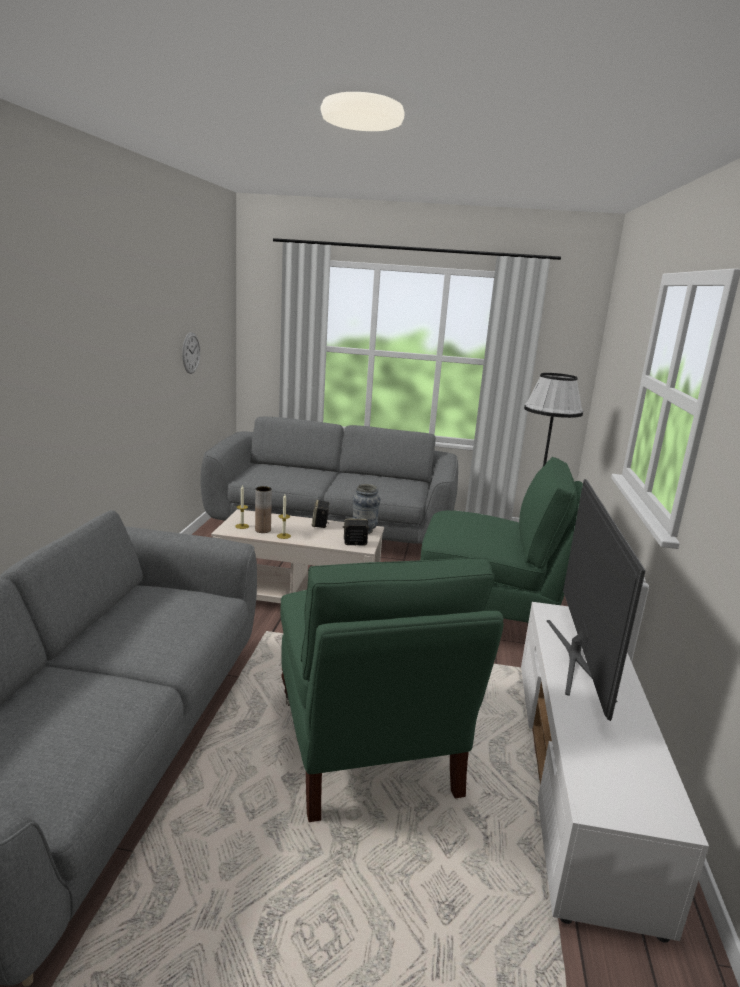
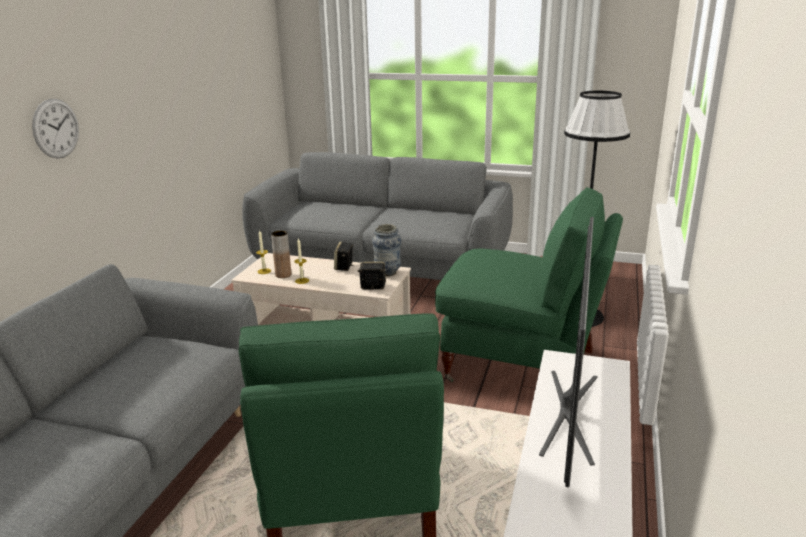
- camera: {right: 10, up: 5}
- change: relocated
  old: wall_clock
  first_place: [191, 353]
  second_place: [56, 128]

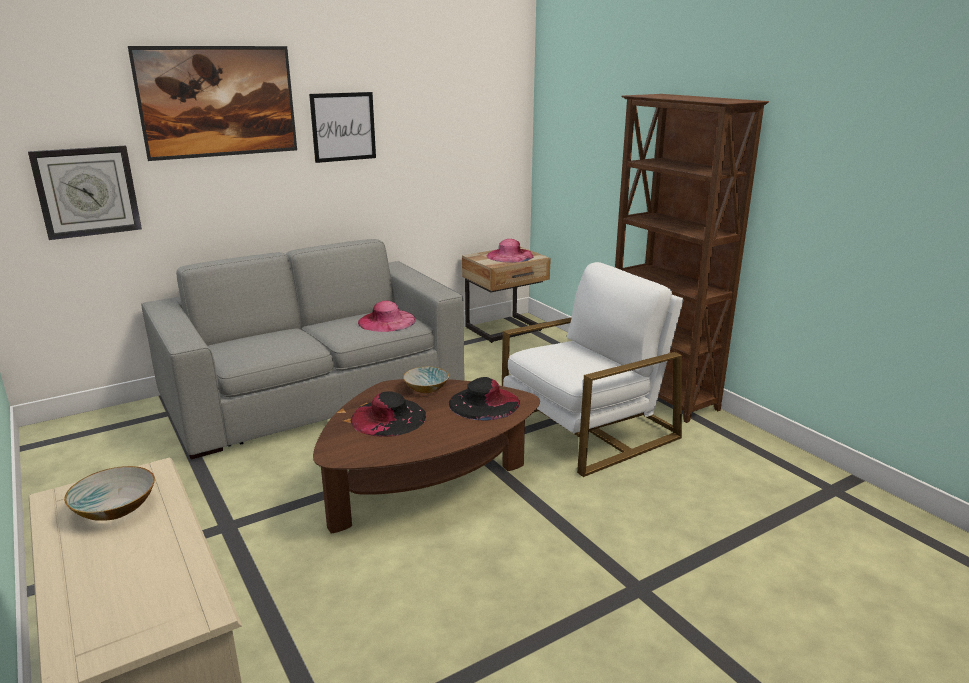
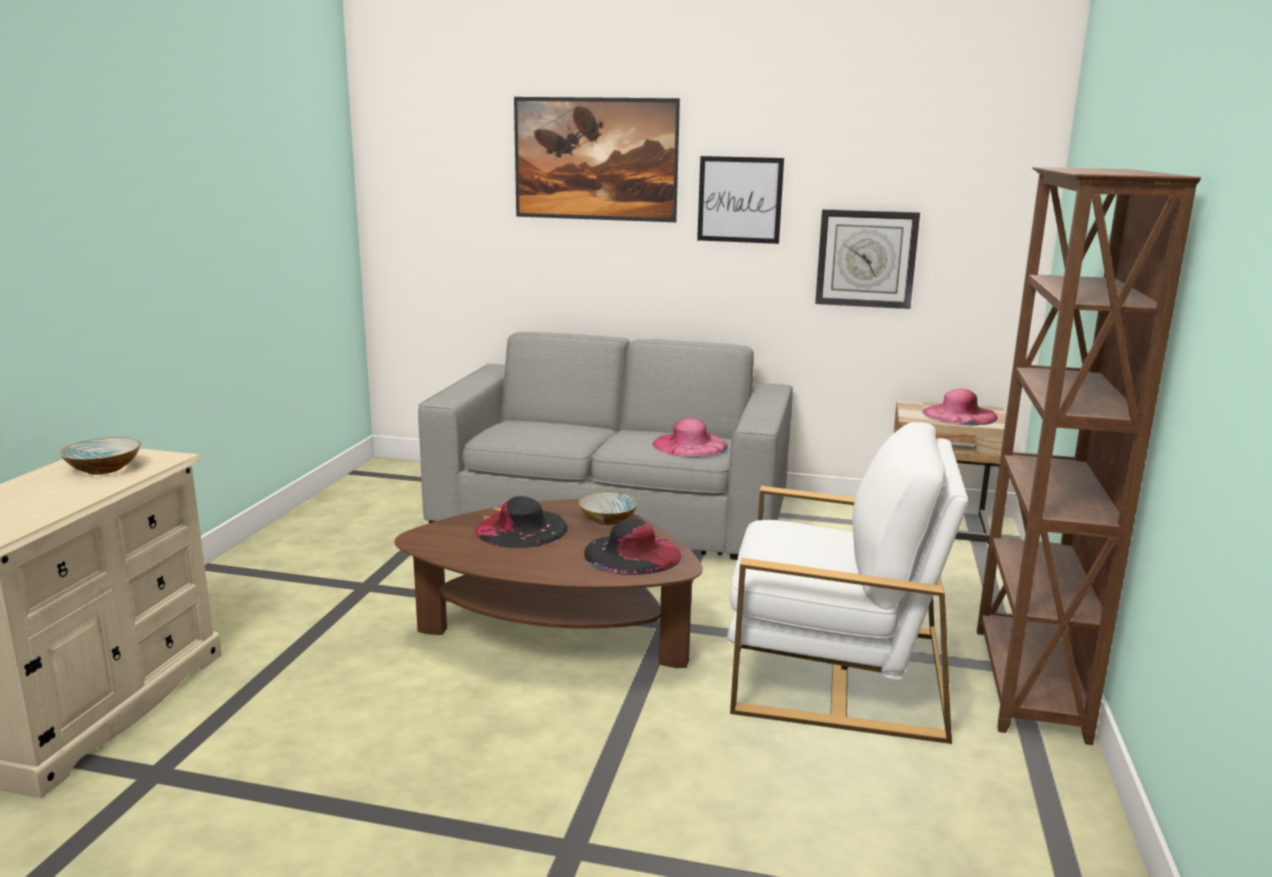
- camera: {right: 45, up: -5}
- change: relocated
  old: wall_clock
  first_place: [87, 191]
  second_place: [866, 258]

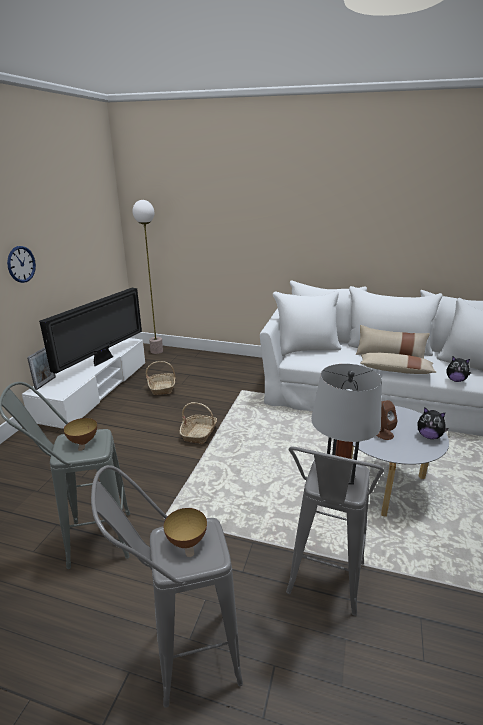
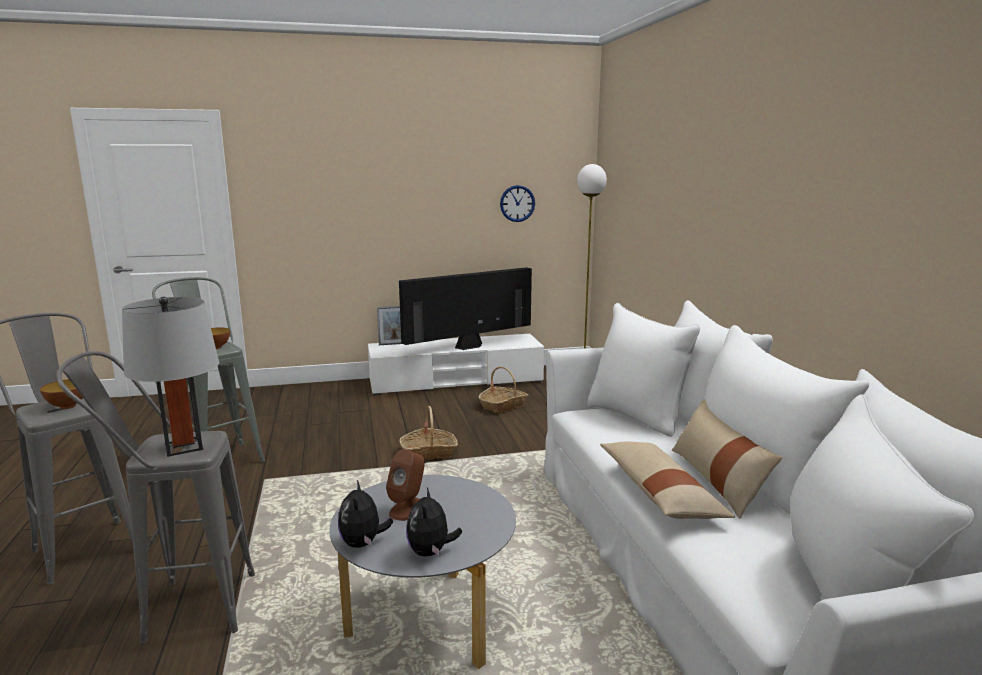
- camera: {right: 60, up: -10}
- change: relocated
  old: wall_clock
  first_place: [21, 264]
  second_place: [517, 203]
- change: spun
  old: television
  first_place: [103, 360]
  second_place: [468, 347]
  degrees: 150
- change: relocated
  old: plush_toy
  first_place: [455, 380]
  second_place: [363, 543]

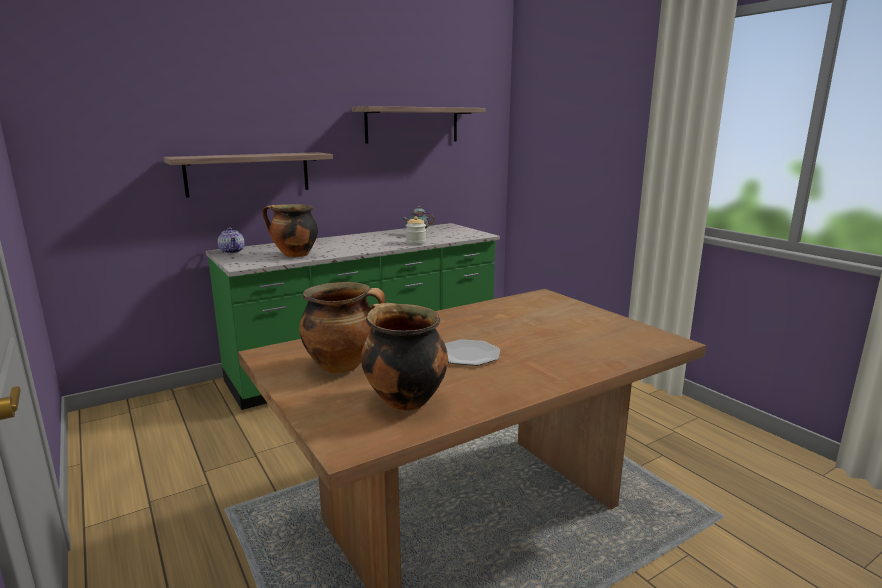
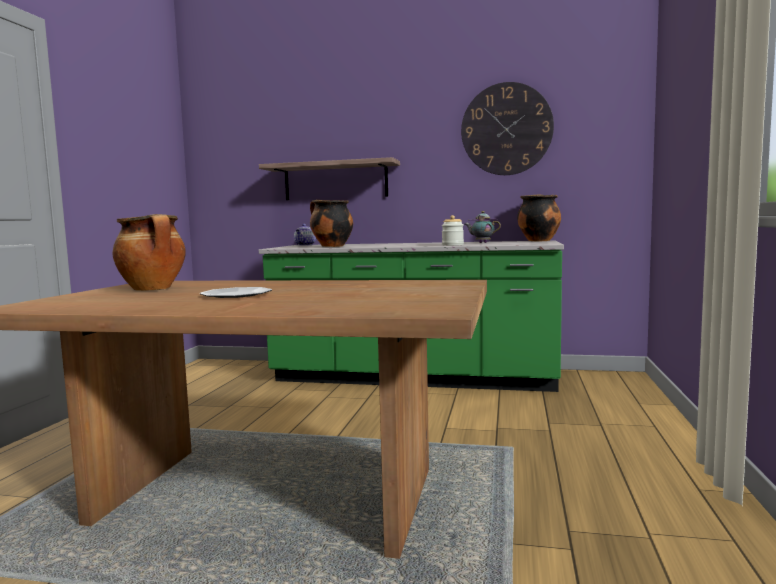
- camera: {right: 45, up: -10}
- change: exchanged
  old: shelf
  new: wall_clock
  first_place: [412, 125]
  second_place: [506, 129]
- change: relocated
  old: cooking_pot
  first_place: [403, 400]
  second_place: [538, 241]

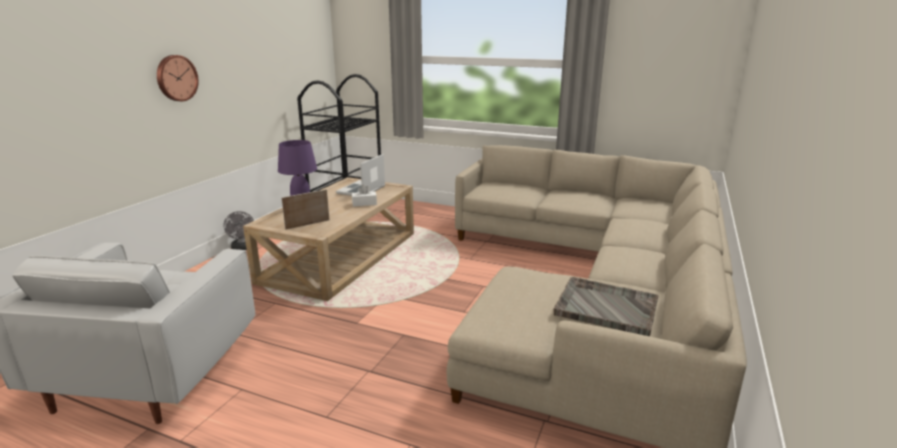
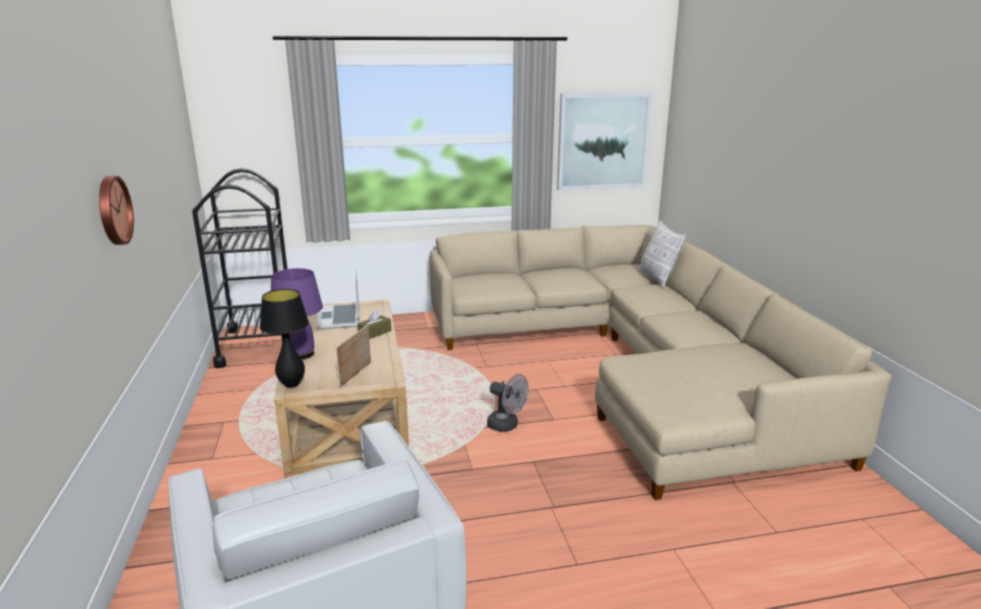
- camera: {right: -35, up: 0}
- change: relocated
  old: grey_fan
  first_place: [243, 248]
  second_place: [507, 425]
- change: colour
  old: white_tissue_box
  new: brown_tissue_box
  first_place: [364, 203]
  second_place: [375, 333]
- change: missing
  old: grey_tray
  first_place: [605, 307]
- change: appeared
  new: black_table_lamp
  second_place: [292, 384]
- change: appeared
  new: picture
  second_place: [603, 141]
- change: appeared
  new: pillow
  second_place: [658, 278]

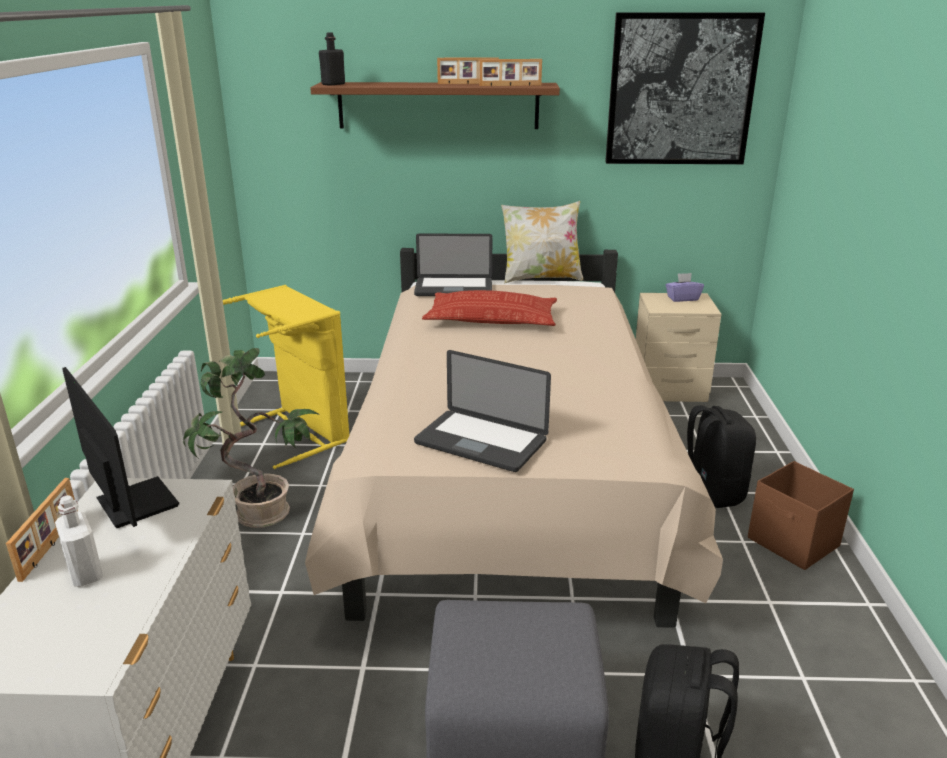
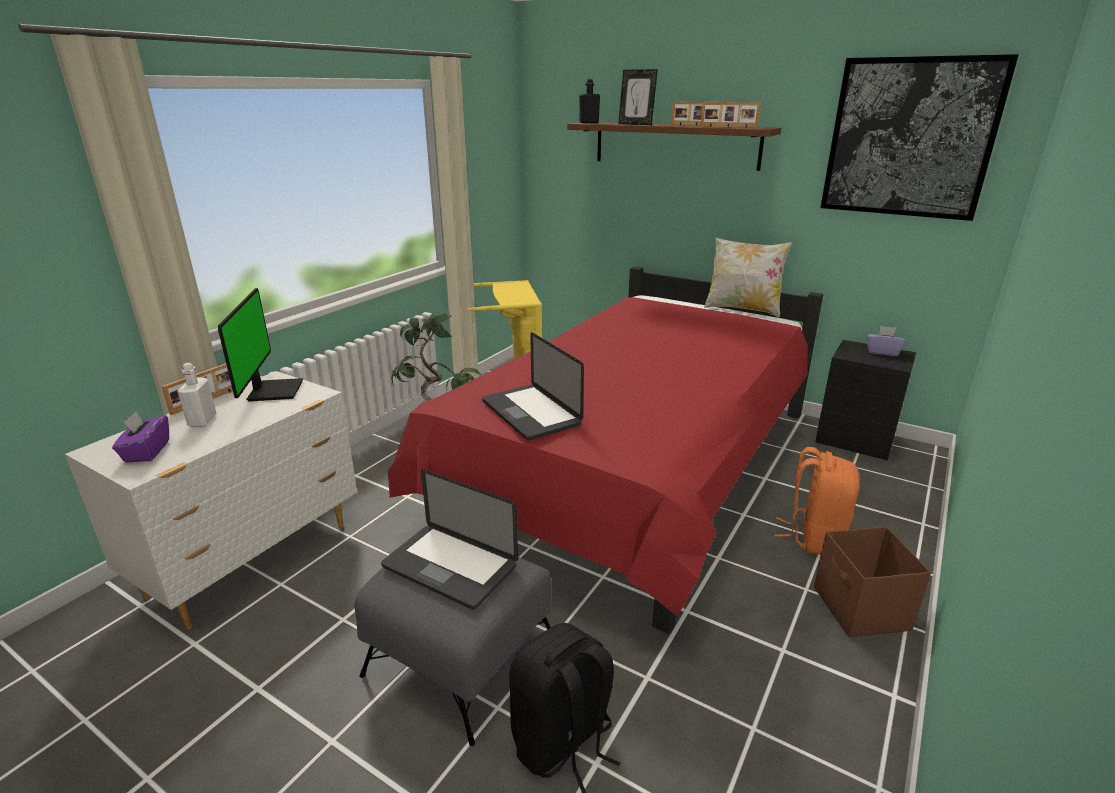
- camera: {right: 30, up: 0}
- change: colour
  old: beige_bed
  new: red_bed
  first_place: [507, 480]
  second_place: [635, 471]
- change: relocated
  old: laptop
  first_place: [453, 289]
  second_place: [449, 567]
- change: missing
  old: pillow
  first_place: [492, 319]
- change: colour
  old: beige_nightstand
  new: black_nightstand
  first_place: [670, 390]
  second_place: [856, 440]
- change: colour
  old: black_backpack
  new: orange_backpack
  first_place: [711, 492]
  second_place: [814, 537]
- change: appeared
  new: purple_tissue_box
  second_place: [146, 452]
- change: appeared
  new: picture_frame
  second_place: [636, 124]

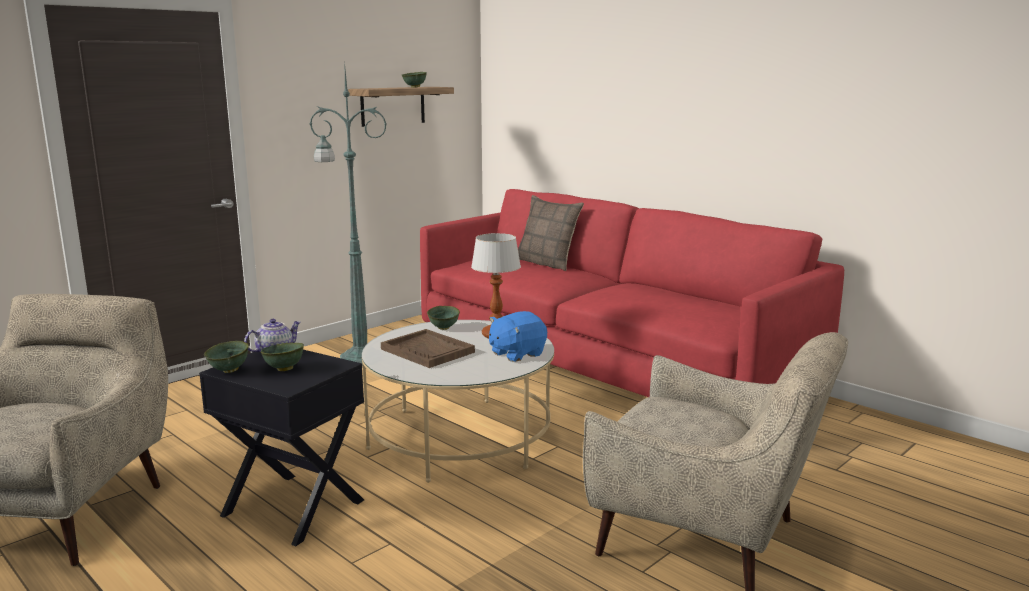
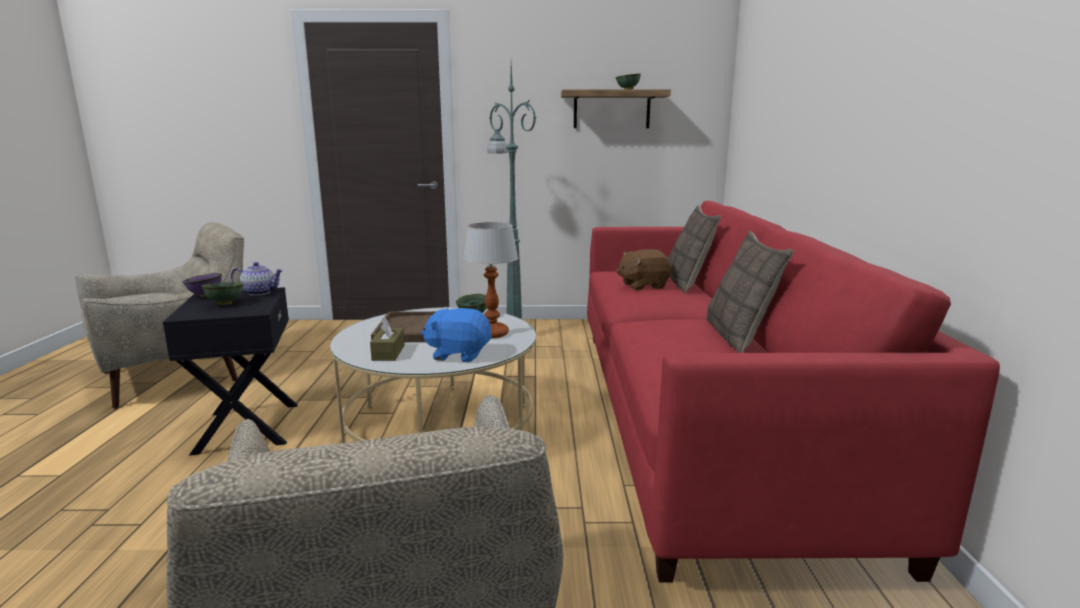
- camera: {right: 45, up: 0}
- change: colour
  old: green_bowl
  new: purple_bowl
  first_place: [229, 371]
  second_place: [205, 296]
- change: appeared
  new: brown_tissue_box
  second_place: [388, 352]
- change: appeared
  new: brown_plush_toy
  second_place: [643, 286]
- change: appeared
  new: pillow
  second_place: [739, 337]

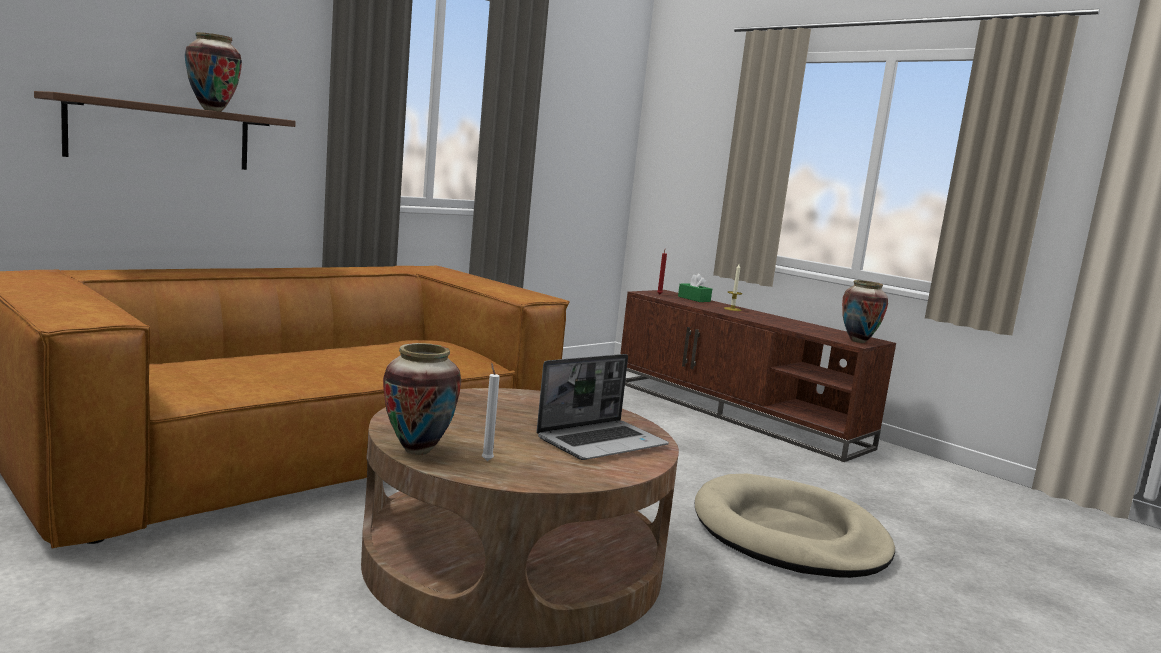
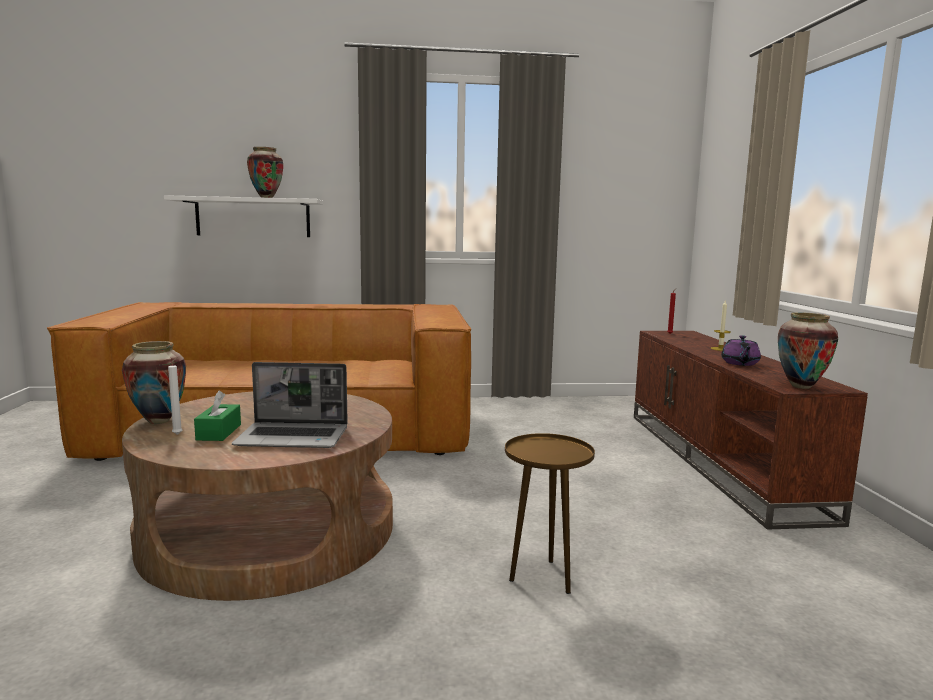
- camera: {right: 40, up: 0}
- change: colour
  old: brown_shelf
  new: white_shelf
  first_place: [160, 134]
  second_place: [253, 217]
- change: relocated
  old: green_tissue_box
  first_place: [694, 299]
  second_place: [219, 432]
- change: exchanged
  old: beige_dog_bed
  new: brown_side_table
  first_place: [788, 534]
  second_place: [543, 577]
- change: appeared
  new: purple_teapot
  second_place: [740, 363]

